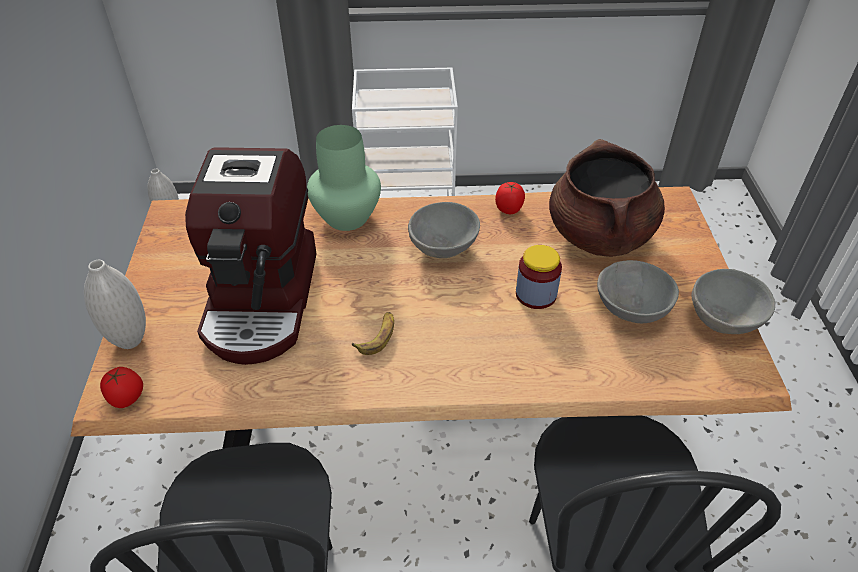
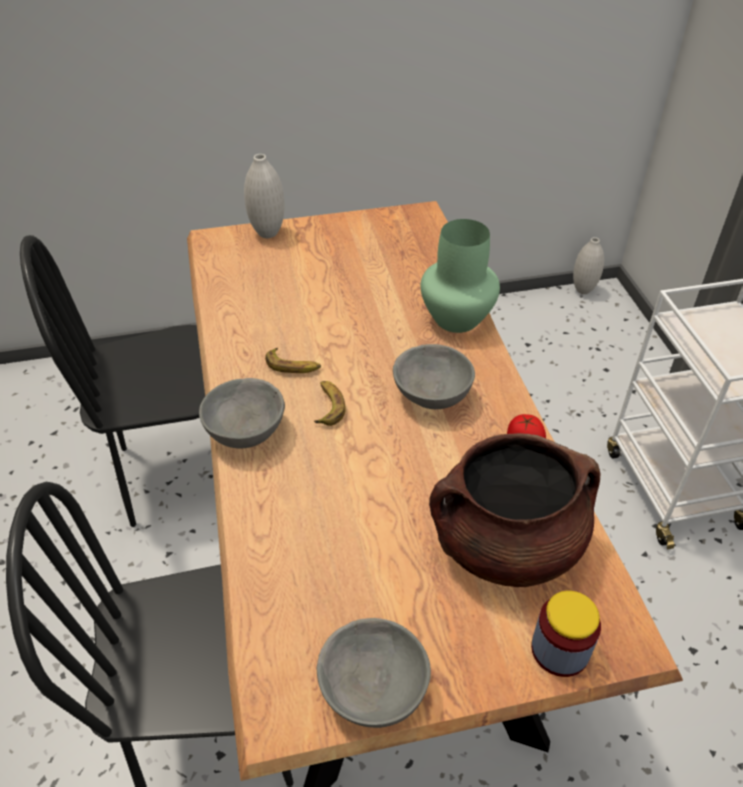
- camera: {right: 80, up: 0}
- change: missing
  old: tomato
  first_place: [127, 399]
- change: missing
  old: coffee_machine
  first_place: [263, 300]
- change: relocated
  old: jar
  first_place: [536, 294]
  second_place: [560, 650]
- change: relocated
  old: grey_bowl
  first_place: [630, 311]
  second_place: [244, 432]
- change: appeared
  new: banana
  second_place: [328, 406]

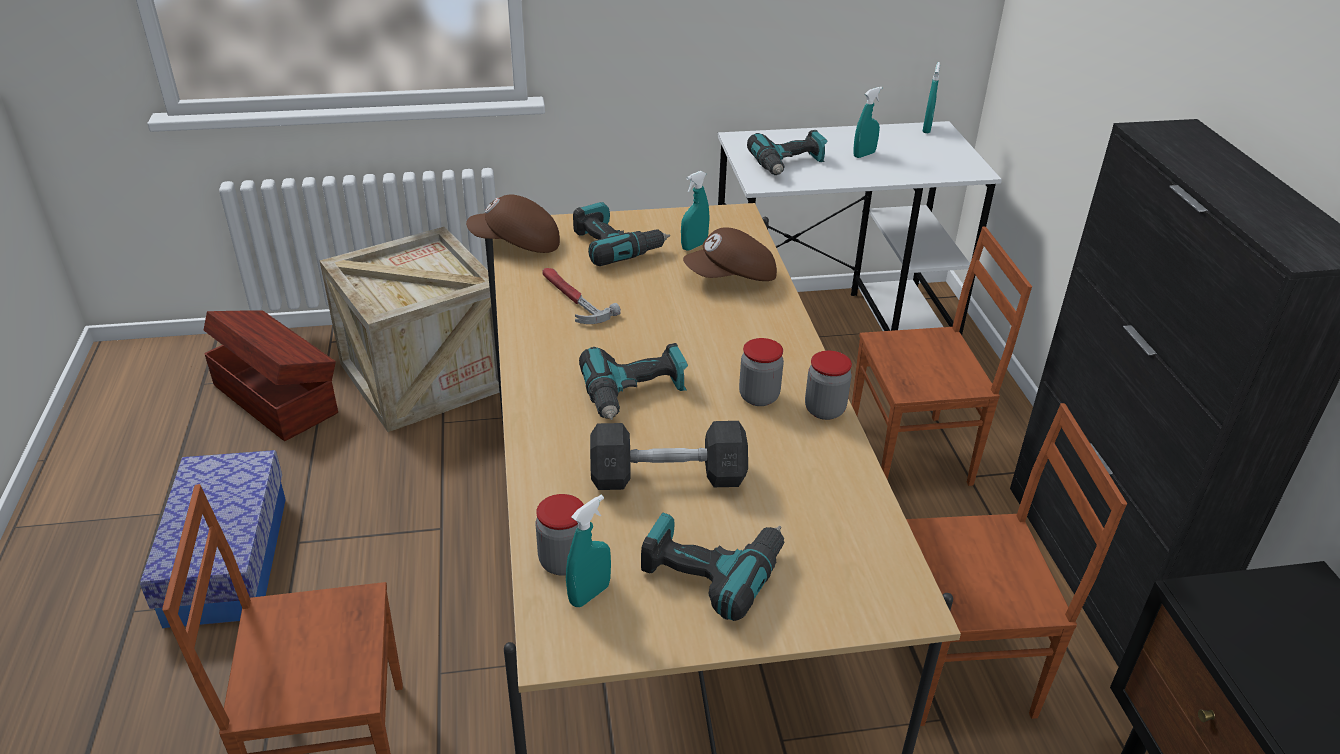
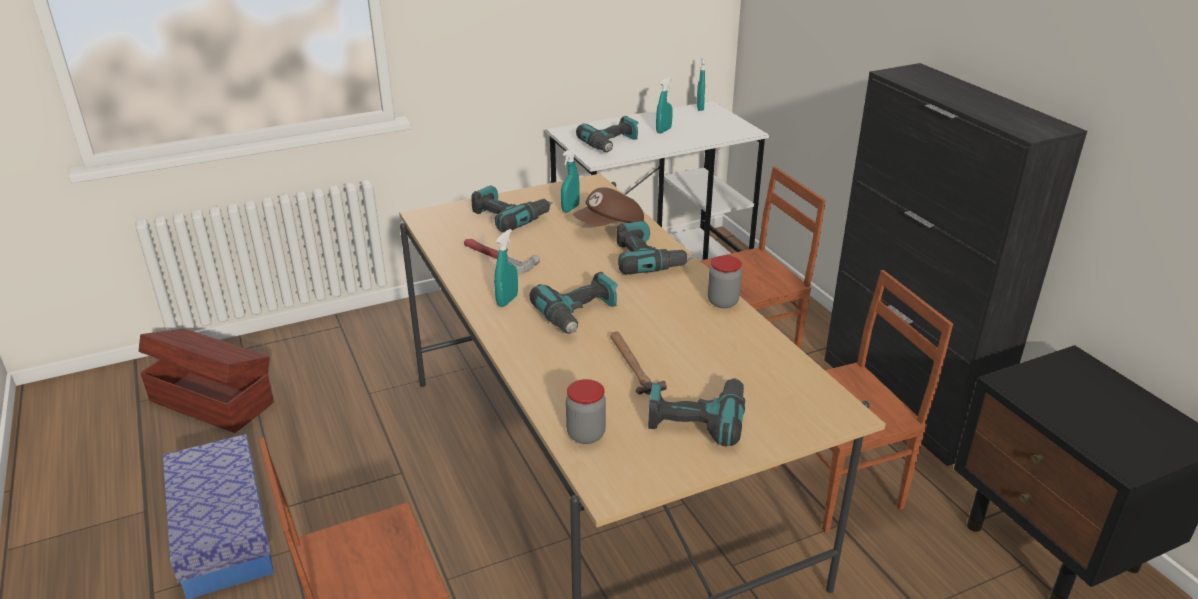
- camera: {right: -15, up: -5}
- change: missing
  old: crate
  first_place: [424, 376]
- change: missing
  old: brown_cap
  first_place: [516, 244]
- change: relocated
  old: turquoise_spray_bottle
  first_place: [589, 594]
  second_place: [507, 301]
- change: exchanged
  old: grey_dumbbell
  new: hammer
  first_place: [667, 477]
  second_place: [633, 365]
- change: missing
  old: jar
  first_place: [759, 397]
- change: appeared
  new: power_drill
  second_place: [647, 259]

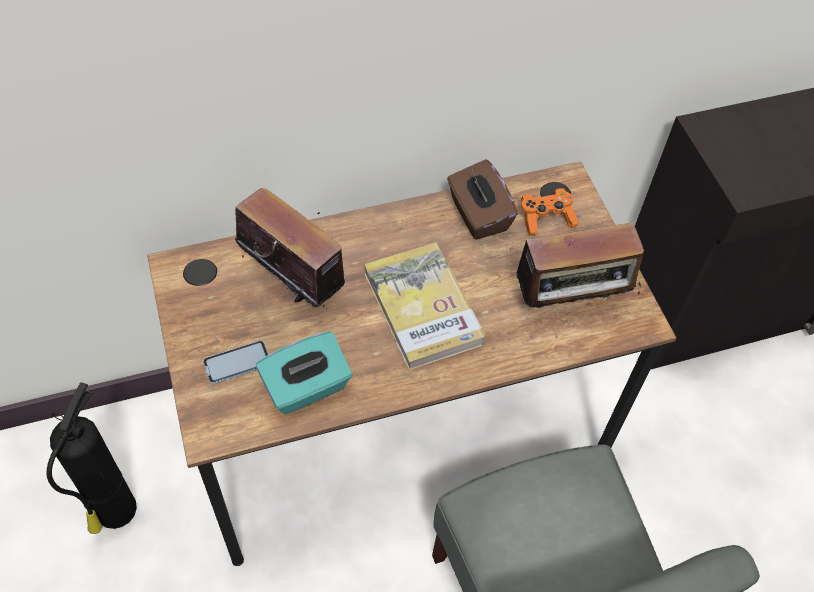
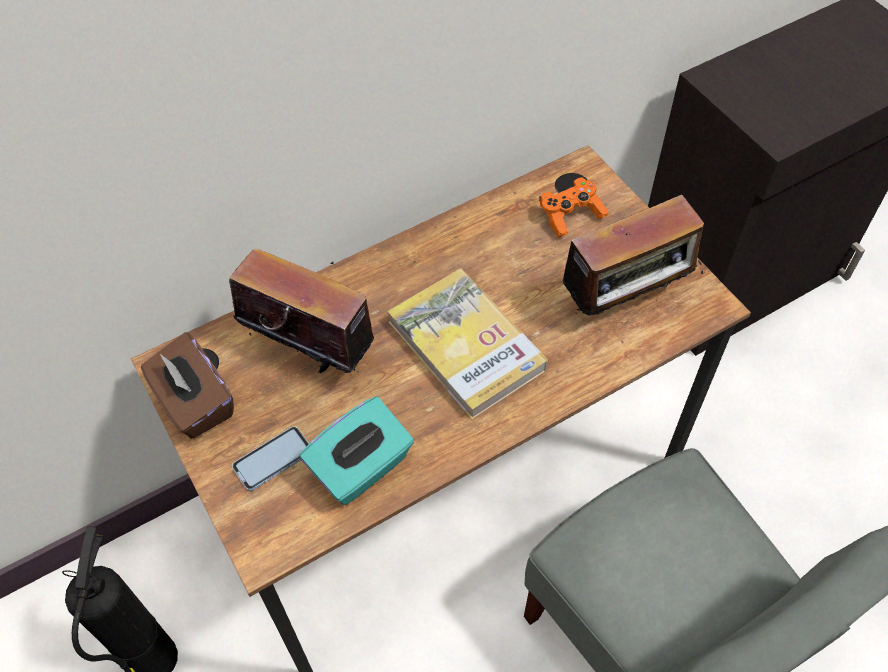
- camera: {right: -10, up: 0}
- change: relocated
  old: brown_tissue_box
  first_place: [478, 215]
  second_place: [194, 403]

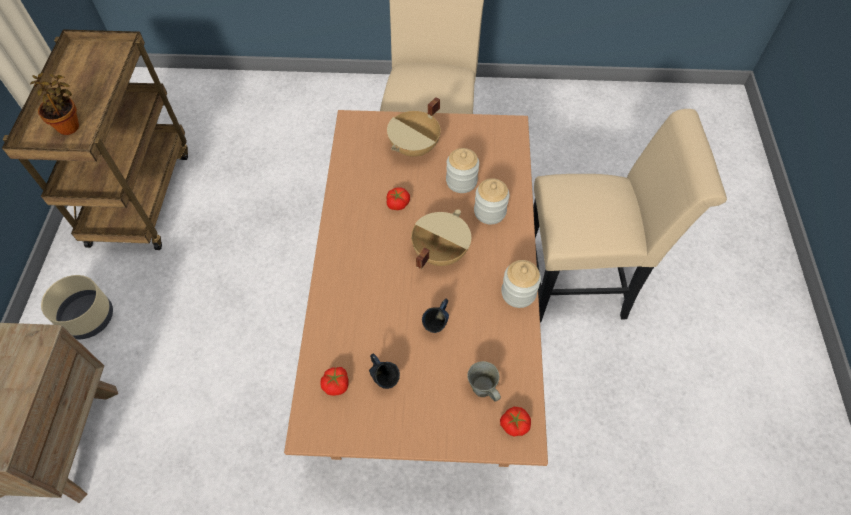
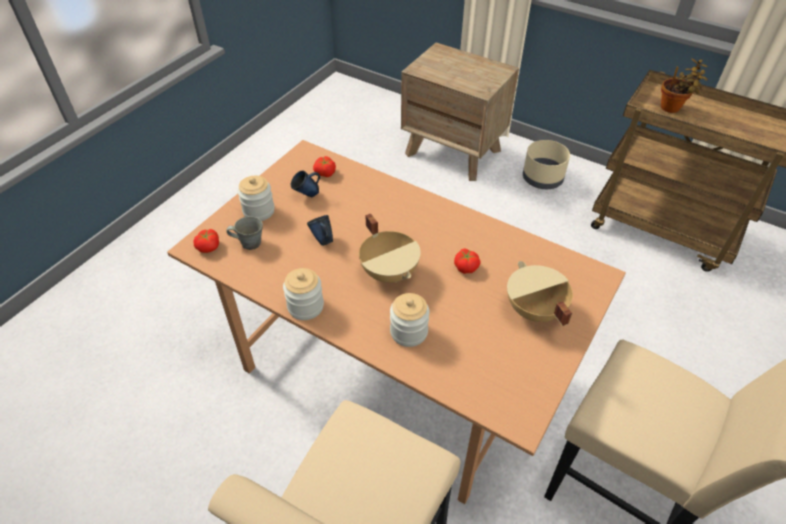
- camera: {right: 120, up: -10}
- change: relocated
  old: jar
  first_place: [461, 181]
  second_place: [259, 211]

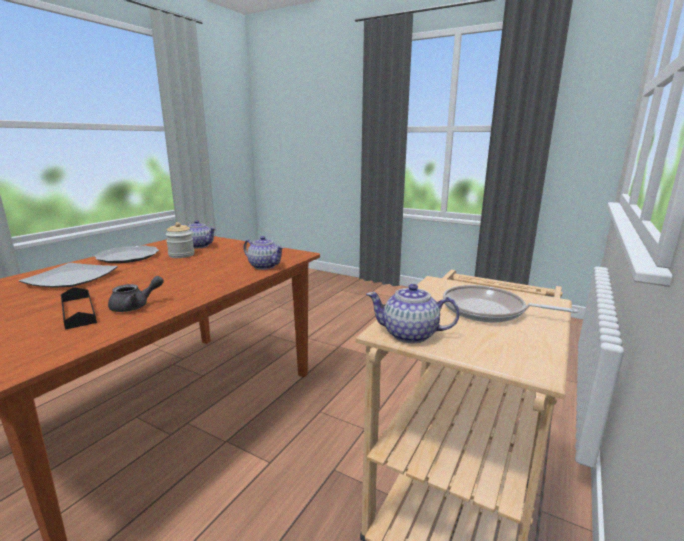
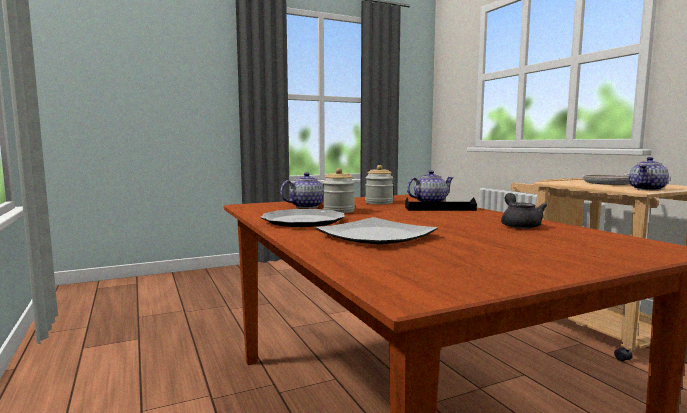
- camera: {right: -55, up: -10}
- change: relocated
  old: black_tray
  first_place: [78, 311]
  second_place: [440, 209]
- change: appeared
  new: jar
  second_place: [379, 203]

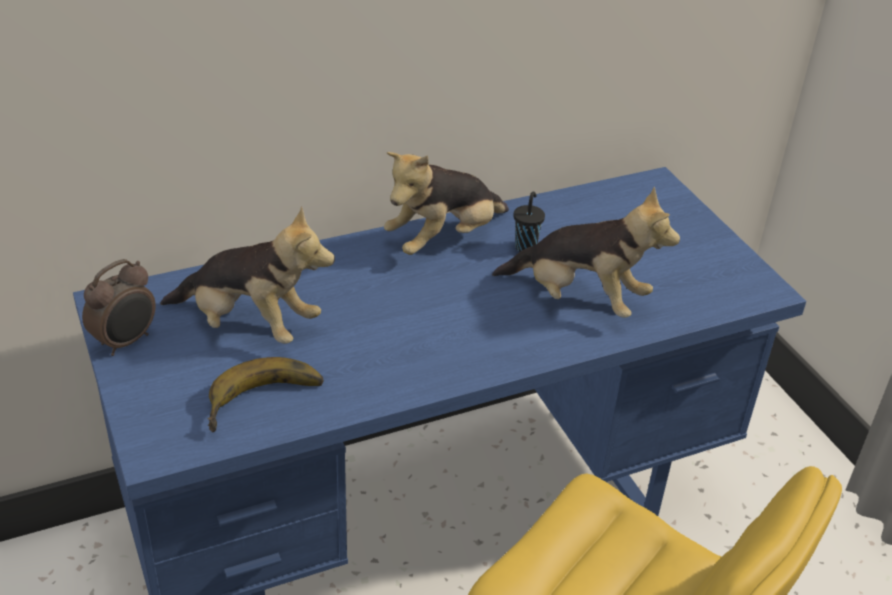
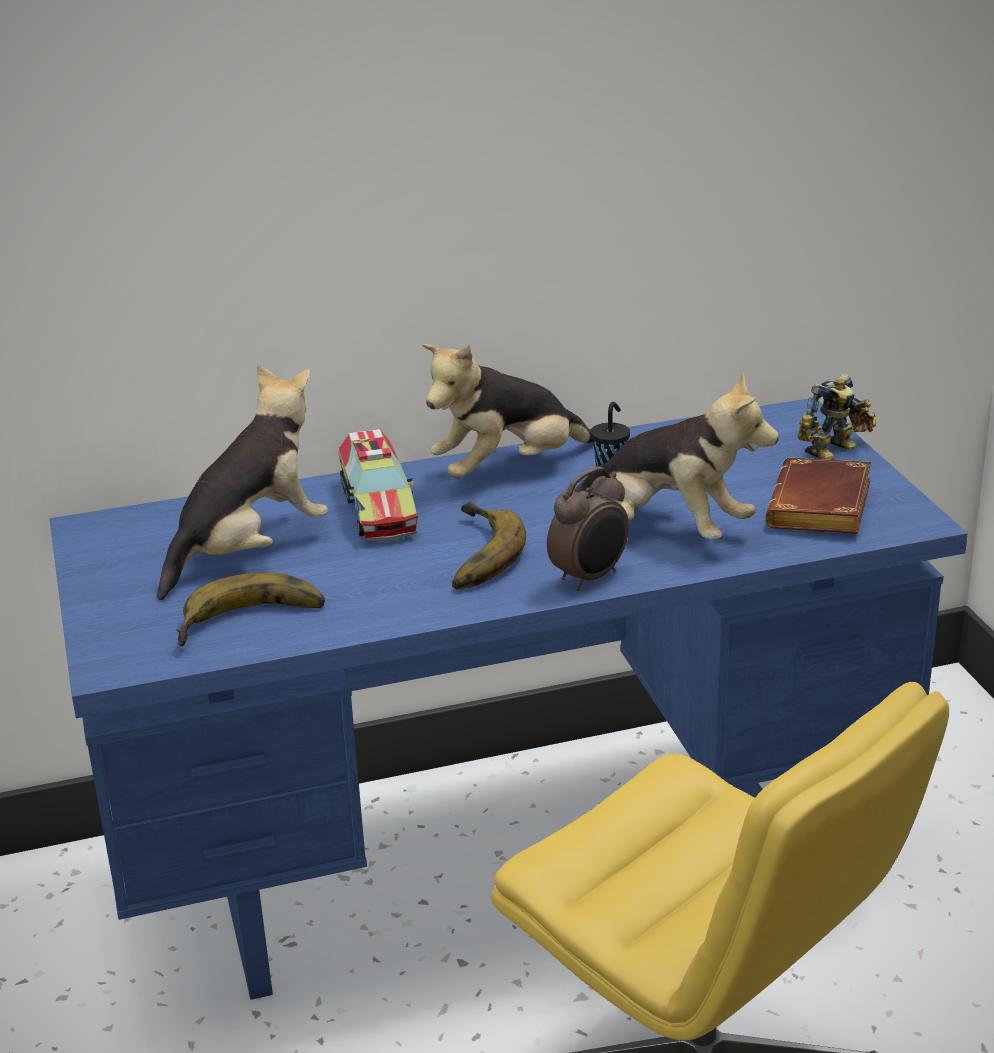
- camera: {right: 10, up: -10}
- change: relocated
  old: alarm_clock
  first_place: [126, 341]
  second_place: [590, 578]
- change: spun
  old: plush_toy
  first_place: [250, 325]
  second_place: [250, 550]
  degrees: -75
- change: appeared
  new: toy_truck
  second_place: [378, 508]
- change: appeared
  new: banana
  second_place: [470, 555]
- change: appeared
  new: brown_book
  second_place: [822, 509]
- change: appeared
  new: toy_robot
  second_place: [835, 451]

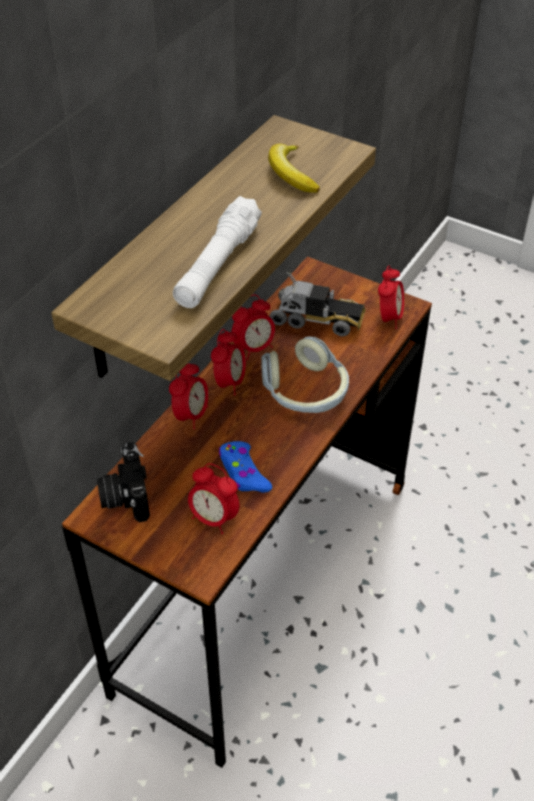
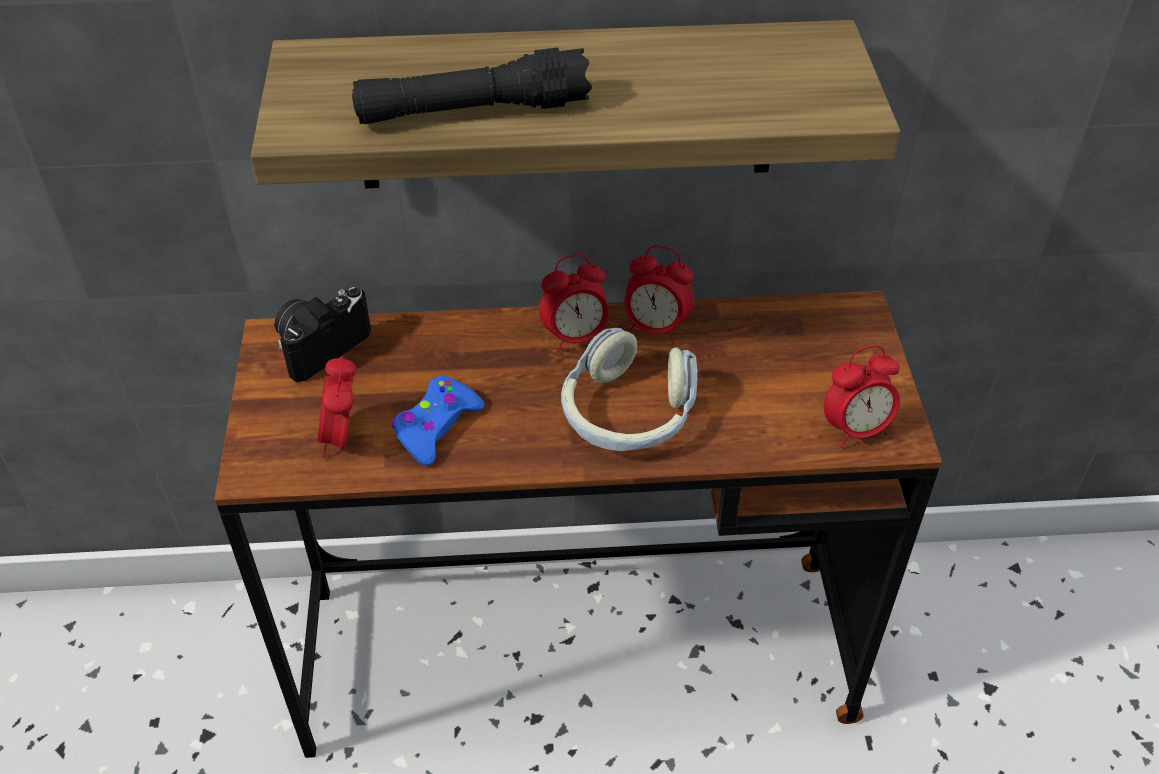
- camera: {right: 55, up: 0}
- change: missing
  old: alarm_clock
  first_place: [191, 415]
- change: colour
  old: white_flashlight
  new: black_flashlight
  first_place: [217, 265]
  second_place: [473, 111]
- change: missing
  old: banana
  first_place: [291, 174]
- change: missing
  old: toy_truck
  first_place: [317, 319]

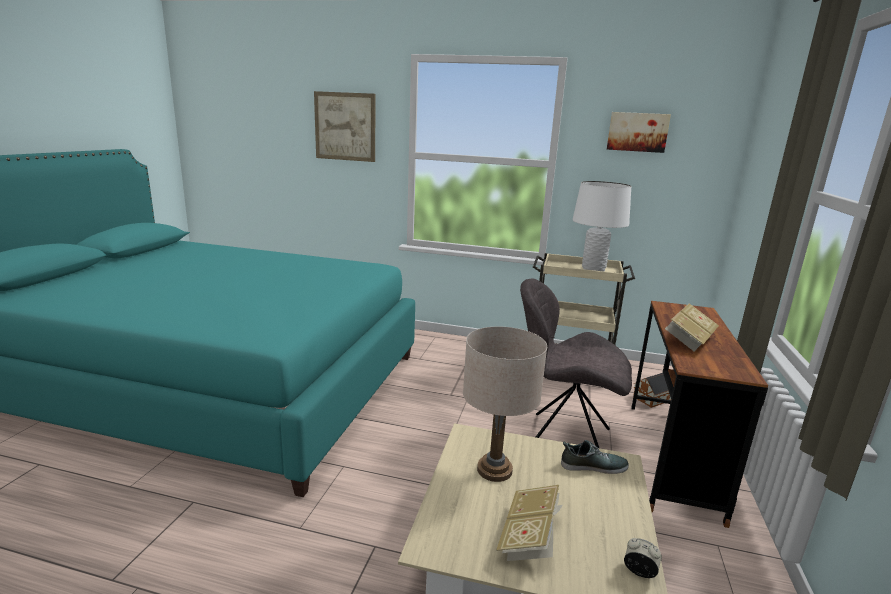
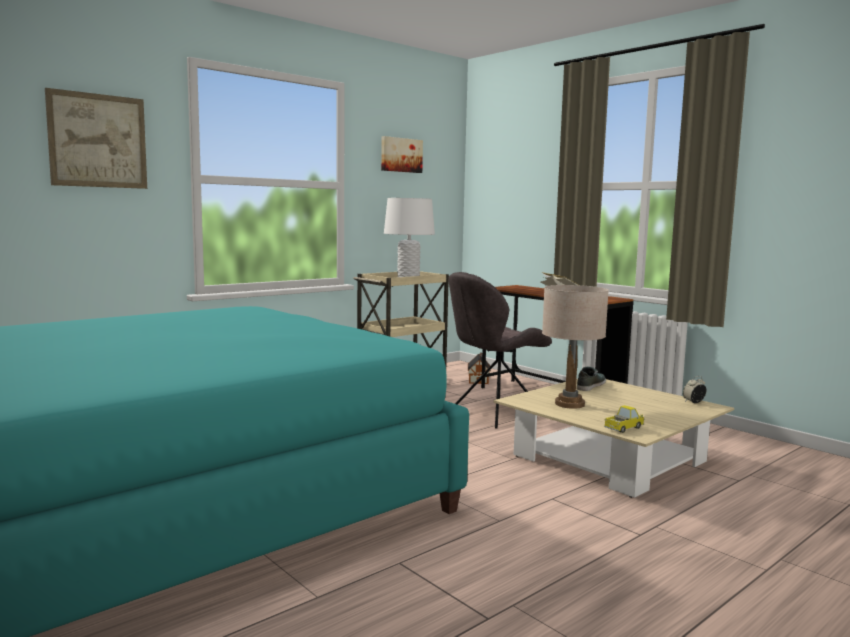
- camera: {right: -55, up: -10}
- change: missing
  old: book
  first_place: [530, 538]
- change: appeared
  new: toy_truck
  second_place: [623, 428]

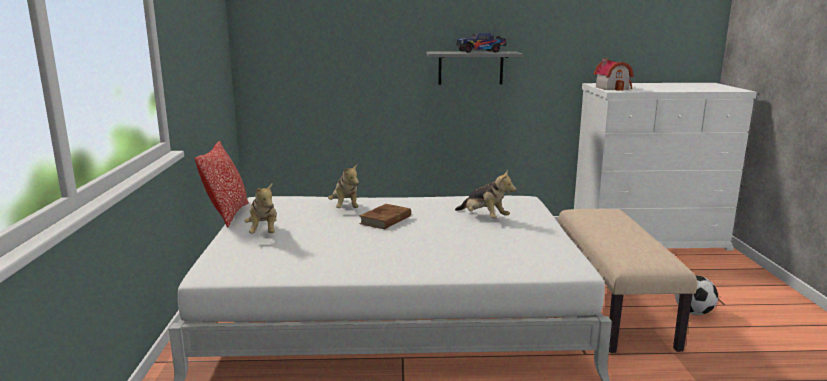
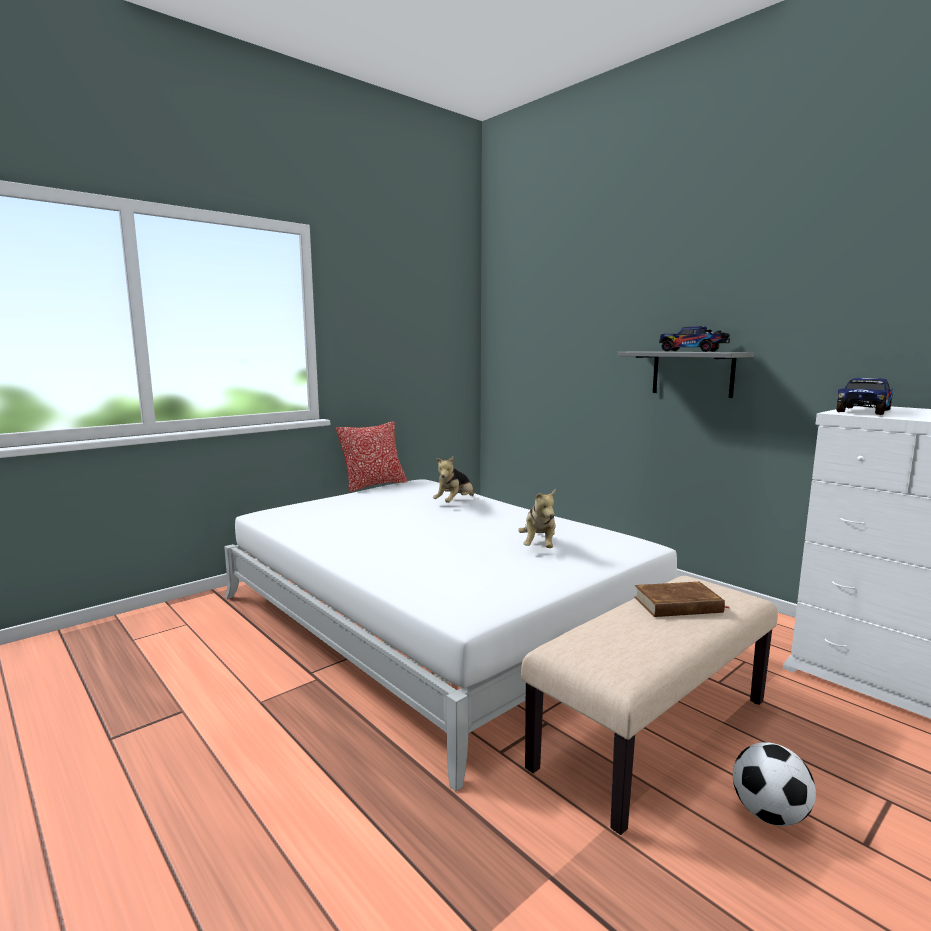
- camera: {right: 50, up: -5}
- change: missing
  old: plush_toy
  first_place: [264, 232]
- change: relocated
  old: brown_book
  first_place: [386, 220]
  second_place: [678, 605]
- change: exchanged
  old: toy_house
  new: toy_truck
  first_place: [613, 88]
  second_place: [864, 411]

